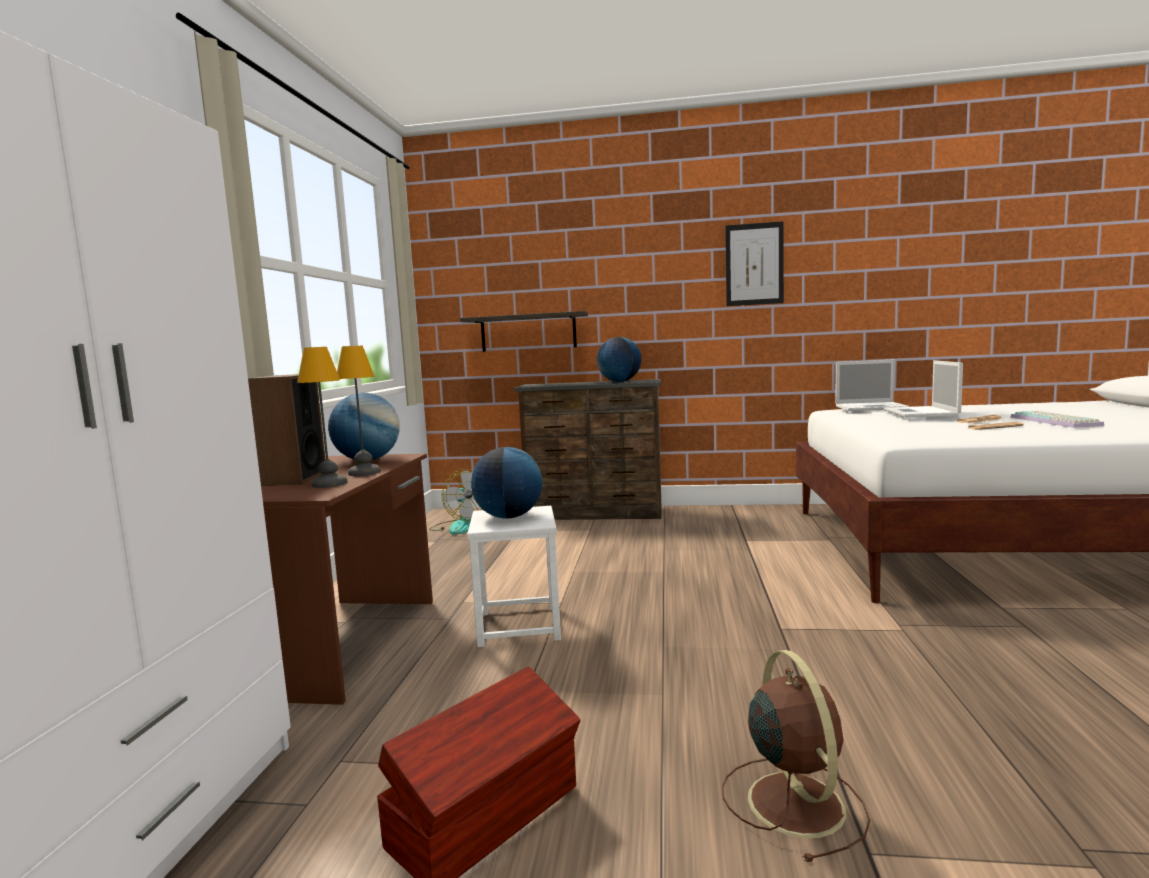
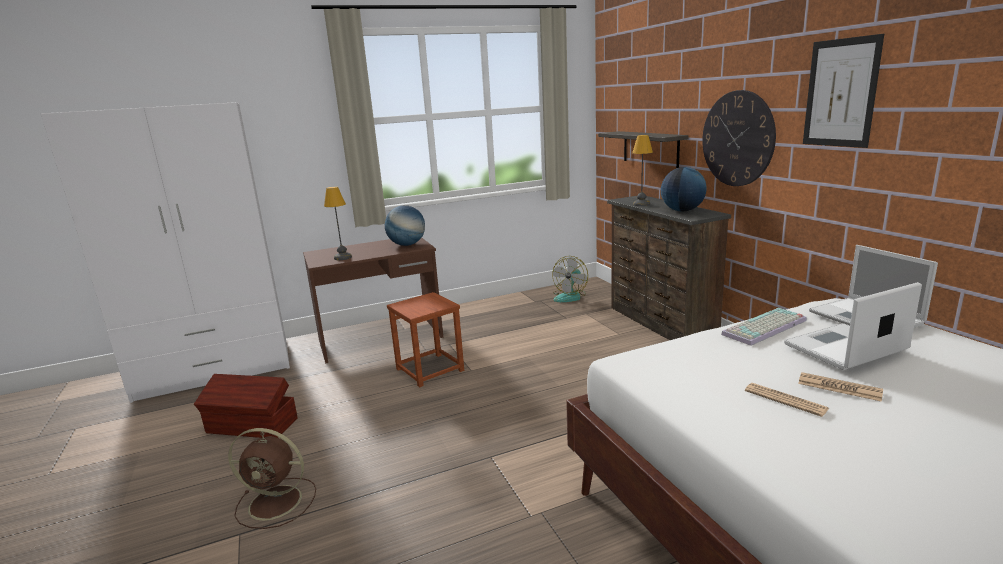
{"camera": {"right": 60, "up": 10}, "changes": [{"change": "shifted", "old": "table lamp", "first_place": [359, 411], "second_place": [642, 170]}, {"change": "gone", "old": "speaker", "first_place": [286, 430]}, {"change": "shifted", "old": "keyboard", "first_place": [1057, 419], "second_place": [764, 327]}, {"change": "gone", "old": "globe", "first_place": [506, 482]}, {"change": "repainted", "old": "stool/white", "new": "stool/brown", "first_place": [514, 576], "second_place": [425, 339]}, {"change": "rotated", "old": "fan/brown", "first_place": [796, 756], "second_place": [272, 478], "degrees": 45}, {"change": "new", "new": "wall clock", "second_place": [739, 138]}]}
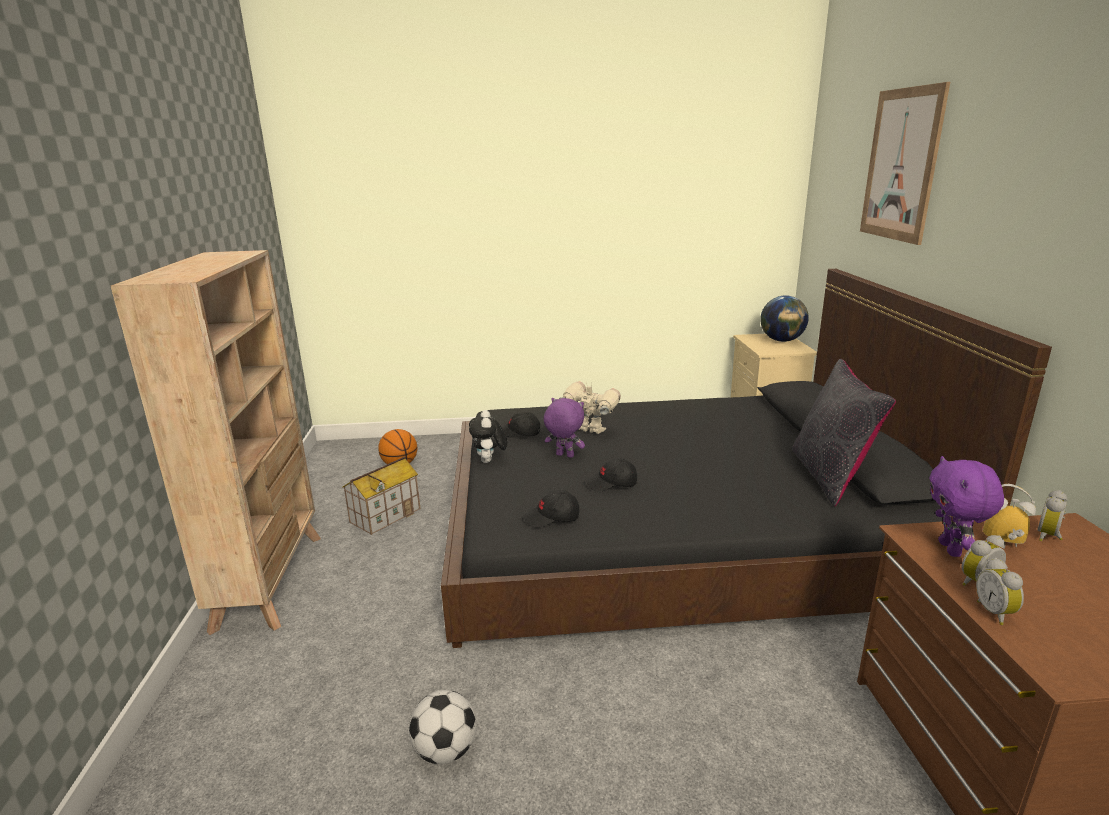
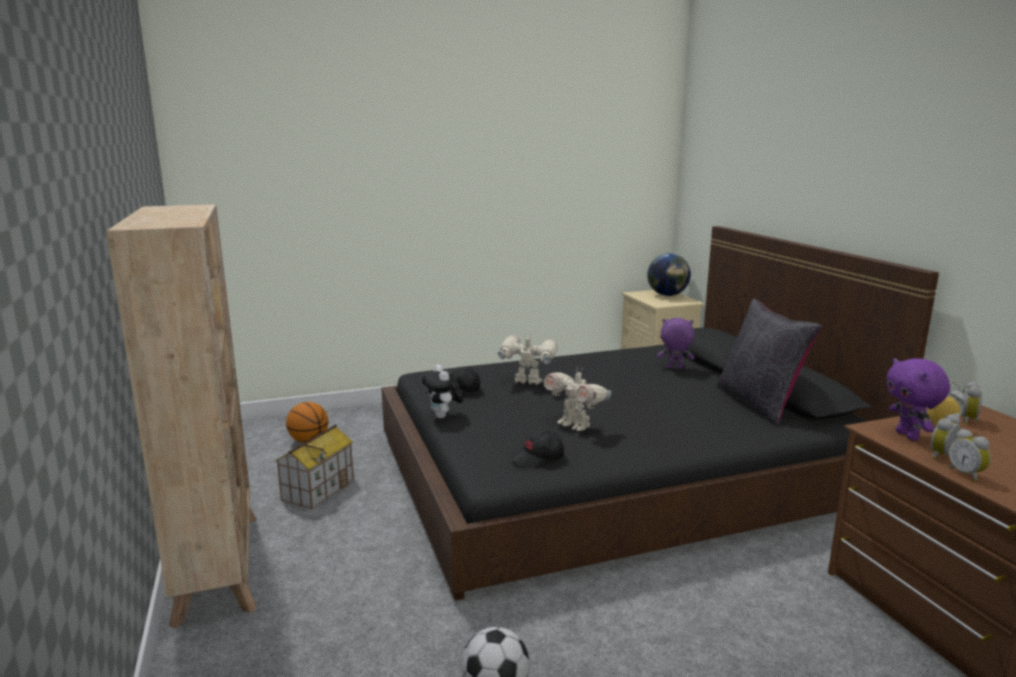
{"camera": {"right": -15, "up": -5}, "changes": [{"change": "gone", "old": "picture", "first_place": [905, 163]}, {"change": "shifted", "old": "plush toy/purple", "first_place": [564, 428], "second_place": [676, 343]}, {"change": "swapped", "old": "cap/black", "new": "toy robot", "first_place": [611, 475], "second_place": [577, 398]}]}
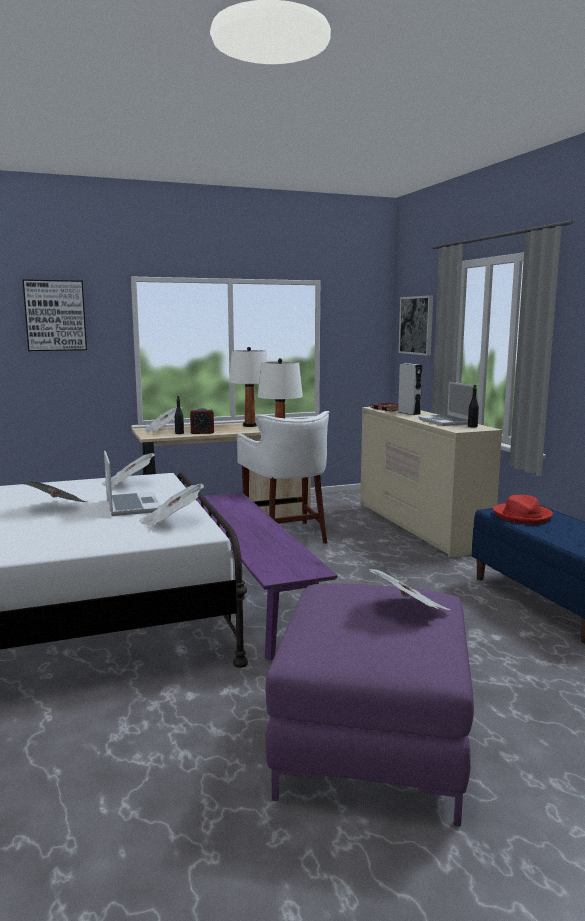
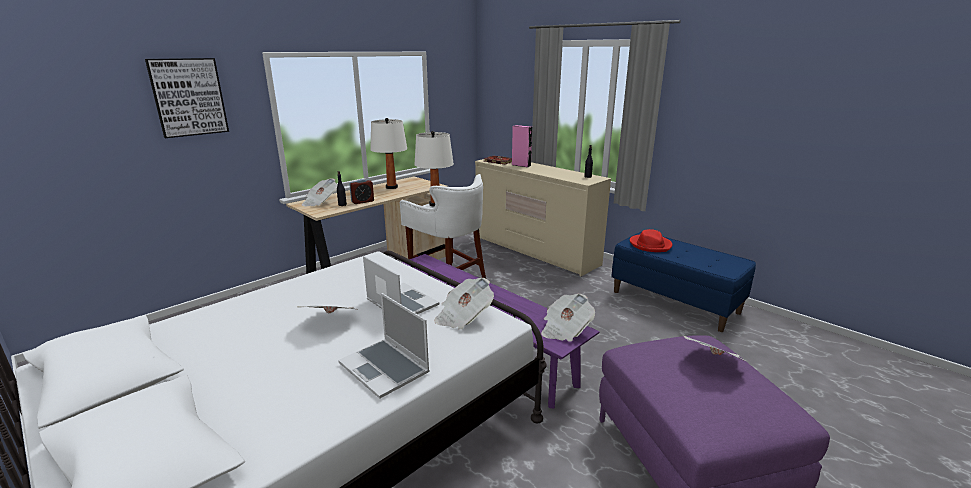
{"camera": {"right": -25, "up": 10}, "changes": [{"change": "gone", "old": "picture", "first_place": [415, 325]}, {"change": "repainted", "old": "speaker/grey", "new": "speaker/pink", "first_place": [410, 389], "second_place": [522, 146]}, {"change": "shifted", "old": "laptop", "first_place": [446, 404], "second_place": [384, 346]}, {"change": "shifted", "old": "newspaper", "first_place": [128, 470], "second_place": [568, 318]}]}
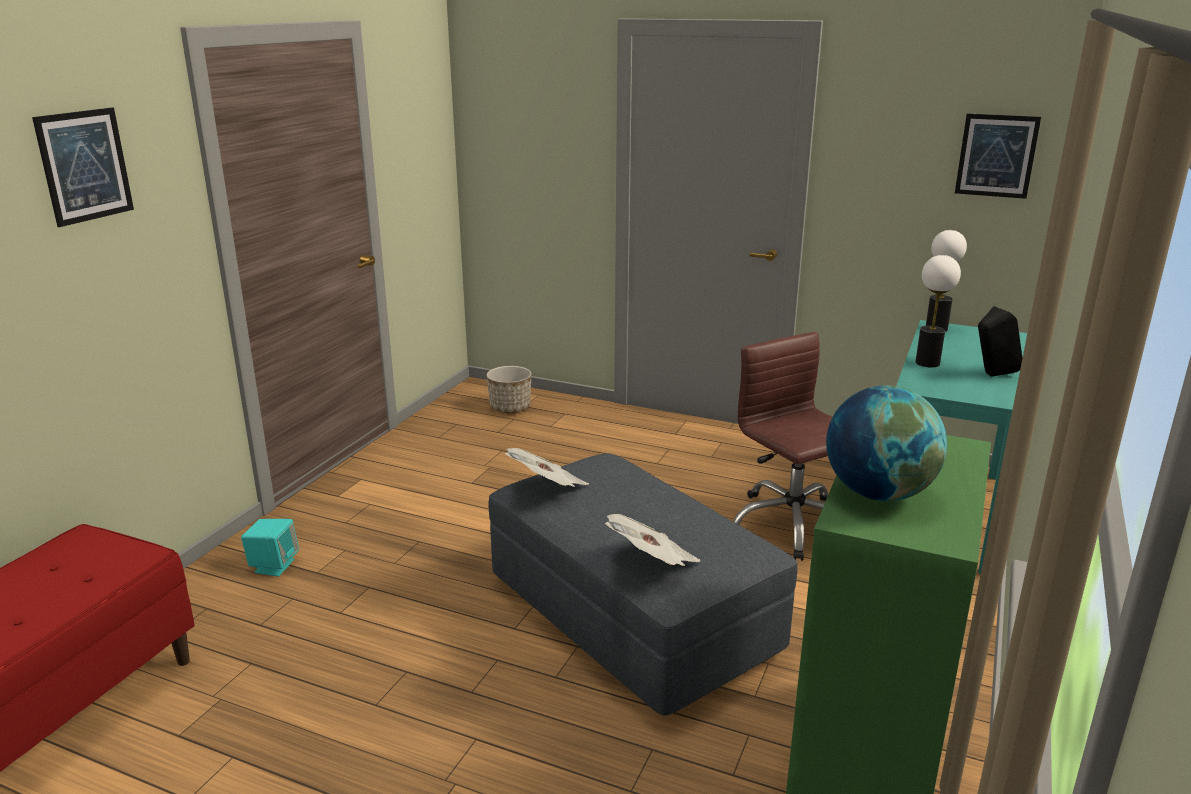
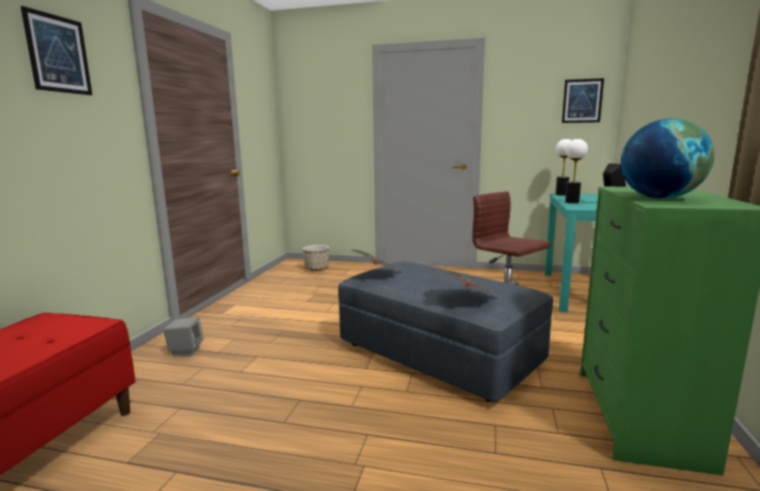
{"camera": {"right": -10, "up": -10}, "changes": [{"change": "repainted", "old": "speaker/turquoise", "new": "speaker/grey", "first_place": [270, 547], "second_place": [184, 337]}]}
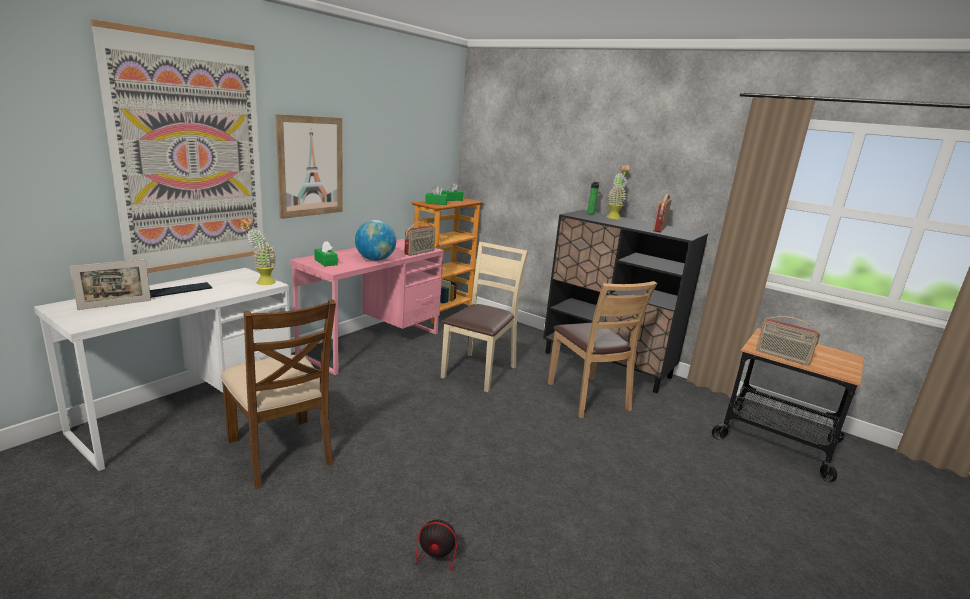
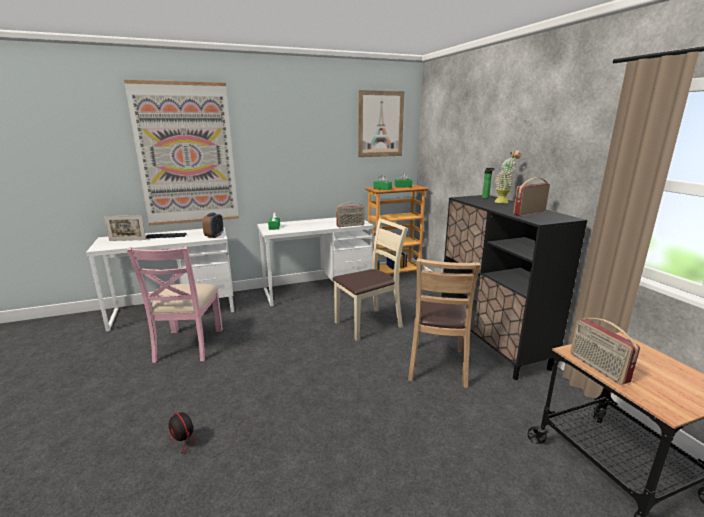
{"camera": {"right": 35, "up": 0}, "changes": [{"change": "shifted", "old": "picture", "first_place": [309, 166], "second_place": [381, 123]}, {"change": "swapped", "old": "potted plant", "new": "alarm clock", "first_place": [257, 252], "second_place": [213, 225]}, {"change": "gone", "old": "globe", "first_place": [375, 240]}, {"change": "repainted", "old": "desk/pink", "new": "desk/white", "first_place": [367, 307], "second_place": [315, 261]}, {"change": "repainted", "old": "chair/brown", "new": "chair/pink", "first_place": [278, 394], "second_place": [175, 304]}]}
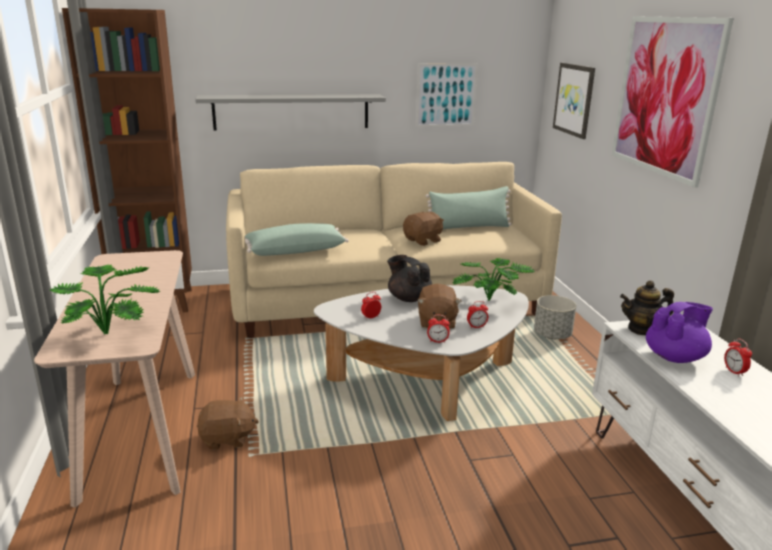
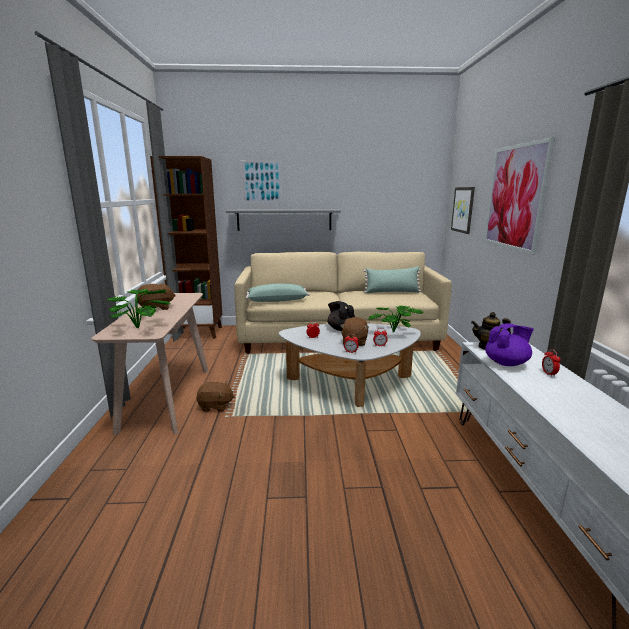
{"camera": {"right": 10, "up": -5}, "changes": [{"change": "shifted", "old": "picture", "first_place": [447, 95], "second_place": [262, 181]}, {"change": "shifted", "old": "plush toy/brown", "first_place": [423, 228], "second_place": [156, 297]}, {"change": "gone", "old": "planter/grey", "first_place": [555, 317]}]}
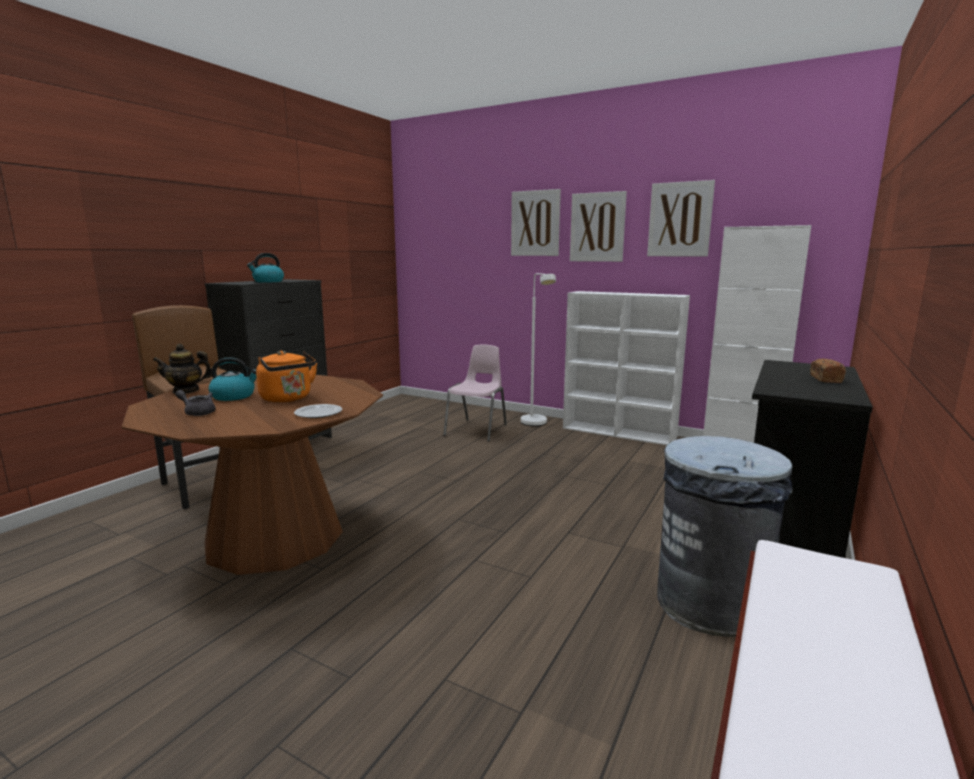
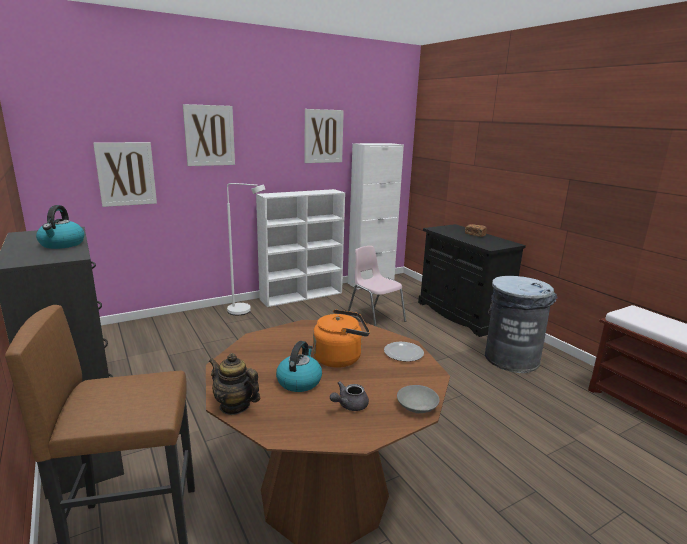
{"camera": {"right": -60, "up": 5}, "changes": [{"change": "shifted", "old": "picture", "first_place": [598, 226], "second_place": [125, 174]}, {"change": "rotated", "old": "teapot", "first_place": [182, 369], "second_place": [234, 384], "degrees": 105}, {"change": "shifted", "old": "chair/pink", "first_place": [475, 393], "second_place": [377, 286]}, {"change": "new", "new": "bowl/grey", "second_place": [418, 399]}]}
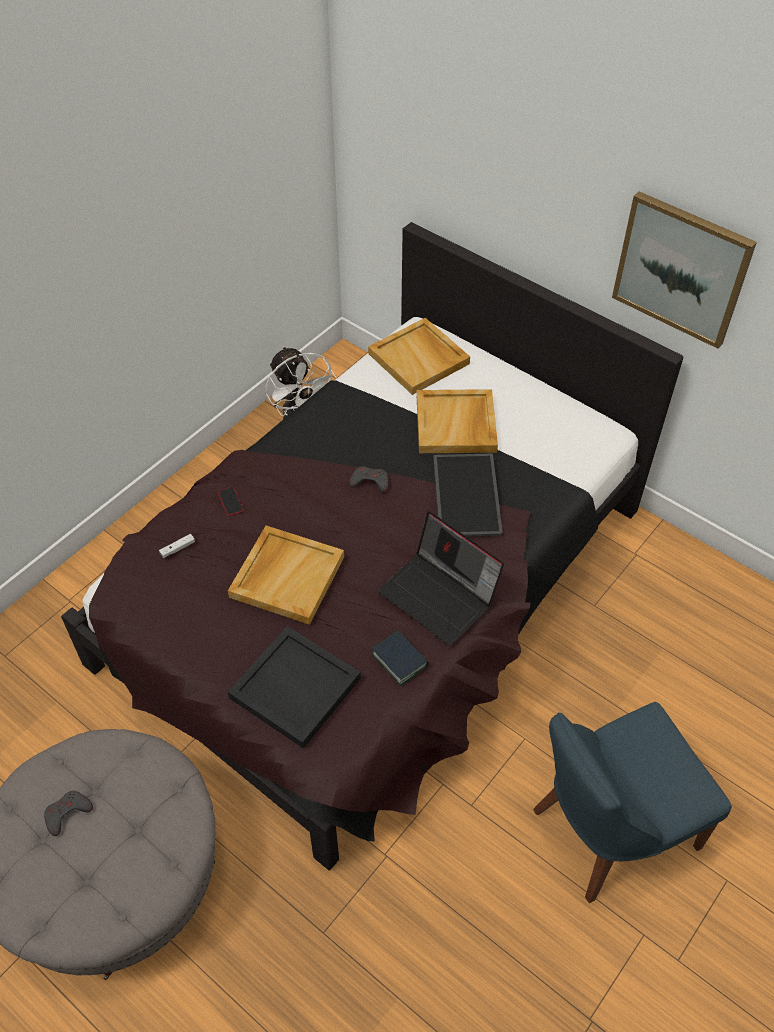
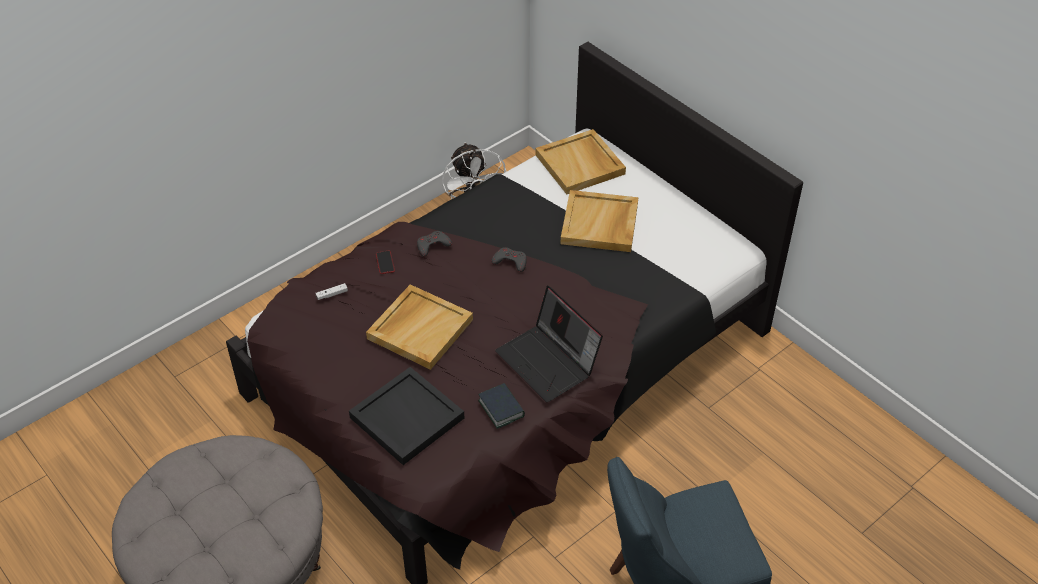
{"camera": {"right": 10, "up": -5}, "changes": [{"change": "gone", "old": "picture", "first_place": [684, 270]}, {"change": "gone", "old": "tray", "first_place": [468, 495]}, {"change": "shifted", "old": "game controller/grey", "first_place": [68, 813], "second_place": [434, 244]}]}
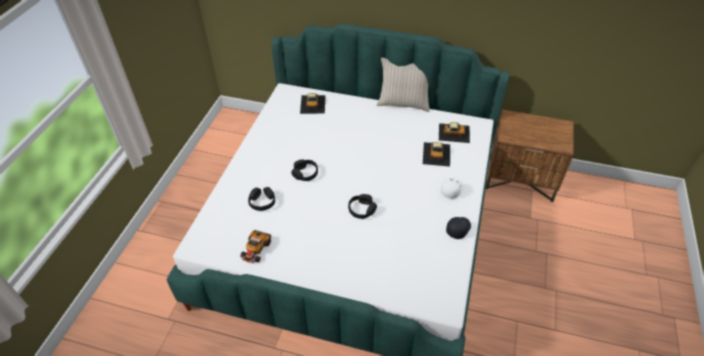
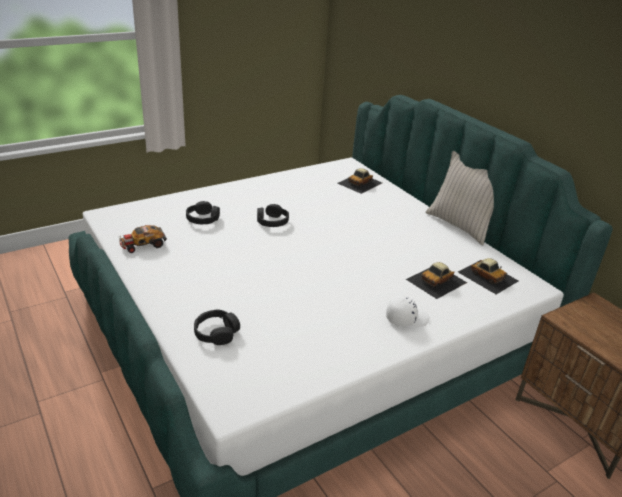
{"camera": {"right": 40, "up": -15}, "changes": [{"change": "shifted", "old": "headphones/black", "first_place": [362, 206], "second_place": [217, 327]}, {"change": "gone", "old": "cap/black", "first_place": [458, 228]}]}
